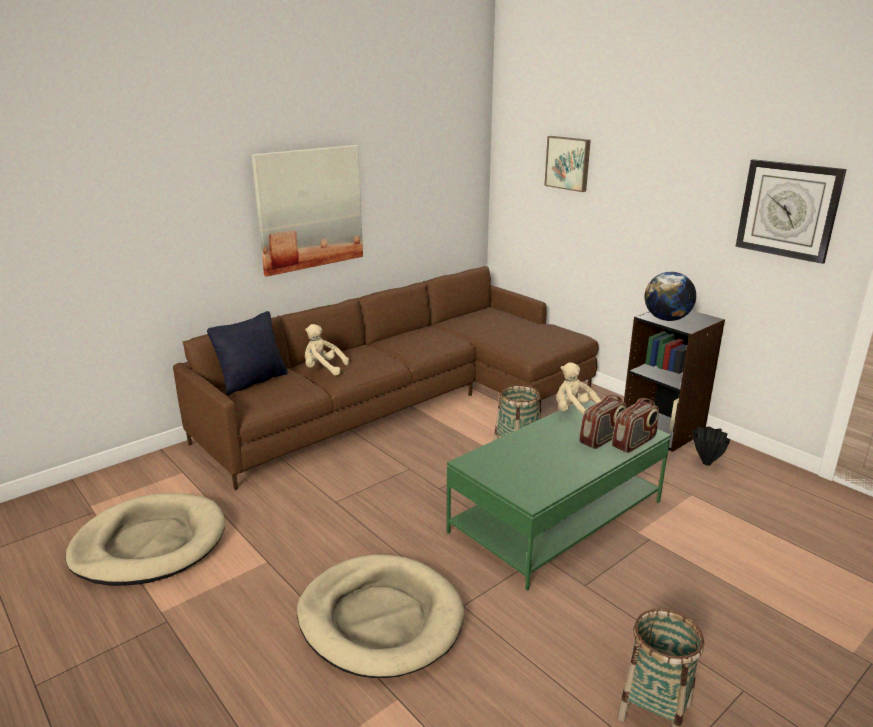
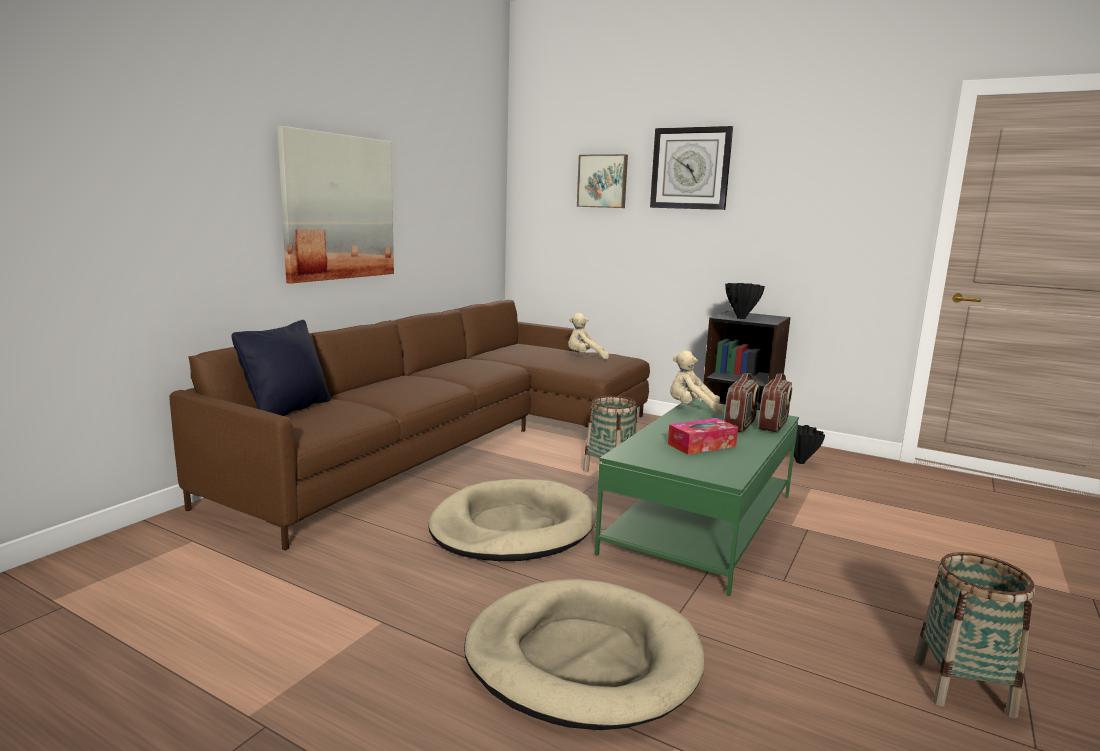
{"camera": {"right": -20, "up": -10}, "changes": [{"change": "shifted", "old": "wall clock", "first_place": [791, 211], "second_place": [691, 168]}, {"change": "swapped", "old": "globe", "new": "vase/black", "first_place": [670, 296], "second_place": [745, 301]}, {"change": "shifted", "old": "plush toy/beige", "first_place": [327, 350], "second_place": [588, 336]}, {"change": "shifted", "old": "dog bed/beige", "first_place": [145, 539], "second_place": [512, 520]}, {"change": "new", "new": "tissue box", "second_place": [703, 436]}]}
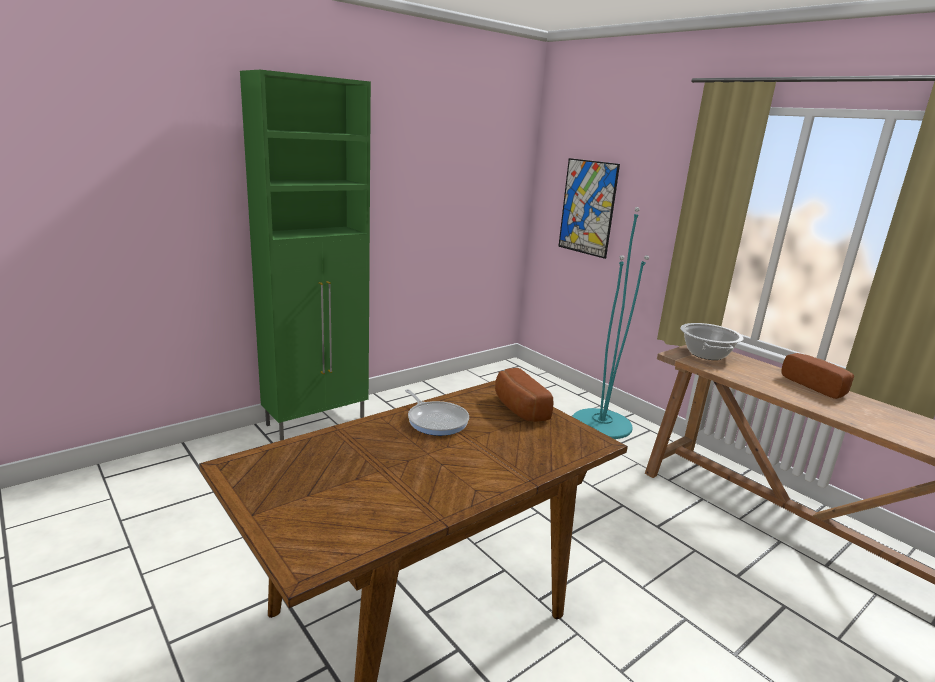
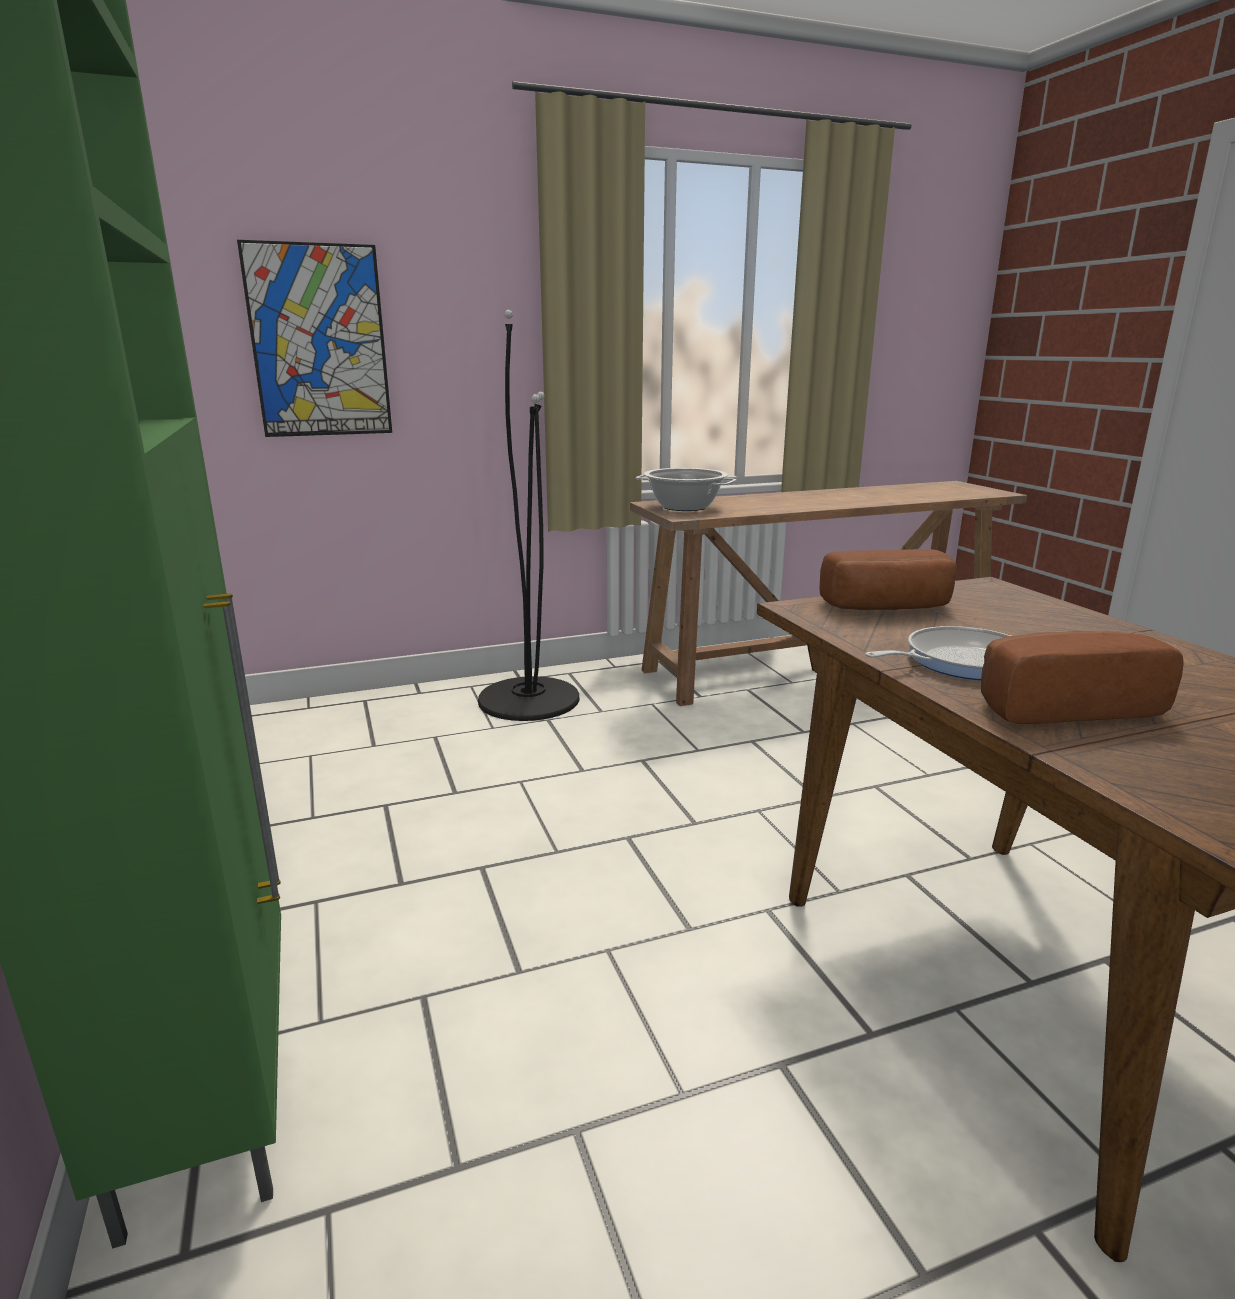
{"camera": {"right": -70, "up": 0}, "changes": [{"change": "repainted", "old": "floor lamp/turquoise", "new": "floor lamp/black", "first_place": [610, 323], "second_place": [528, 515]}, {"change": "shifted", "old": "bread", "first_place": [817, 376], "second_place": [1082, 677]}]}
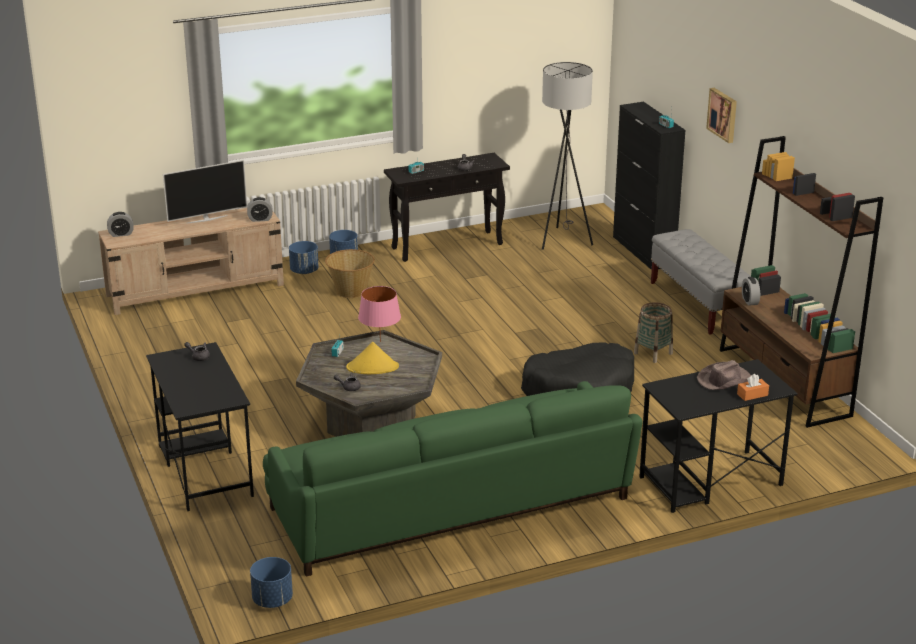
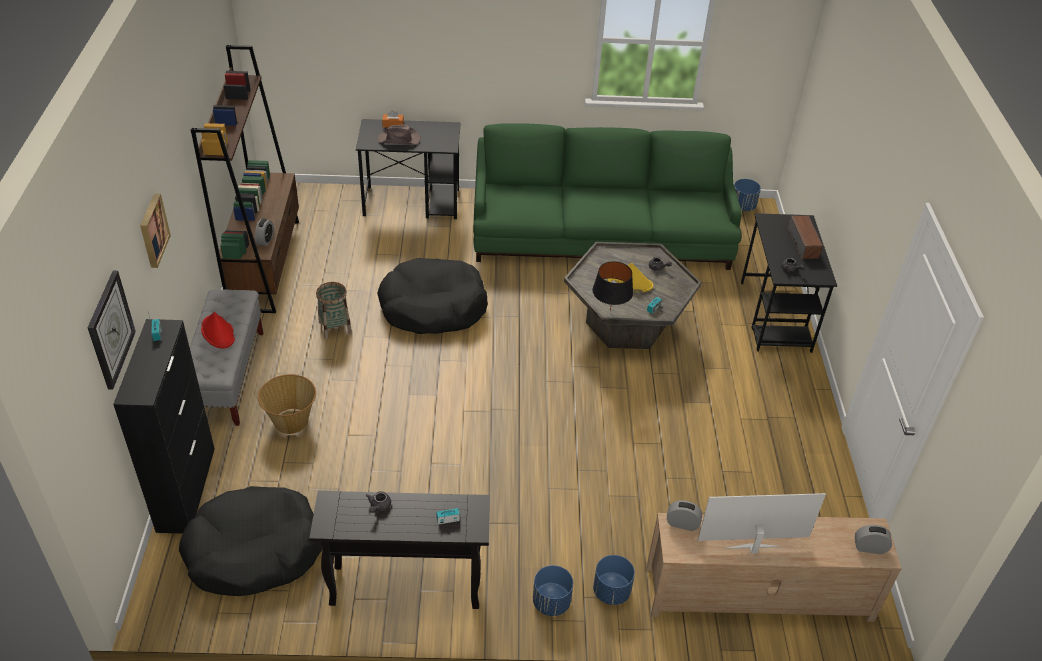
{"camera": {"right": -160, "up": 15}, "changes": [{"change": "swapped", "old": "floor lamp/grey", "new": "dog bed/black", "first_place": [567, 156], "second_place": [250, 541]}, {"change": "shifted", "old": "basket", "first_place": [350, 273], "second_place": [287, 404]}, {"change": "repainted", "old": "table lamp/pink", "new": "table lamp/black", "first_place": [379, 314], "second_place": [612, 286]}, {"change": "new", "new": "speaker", "second_place": [805, 237]}, {"change": "new", "new": "wall clock", "second_place": [112, 330]}, {"change": "new", "new": "hat/red", "second_place": [218, 330]}]}
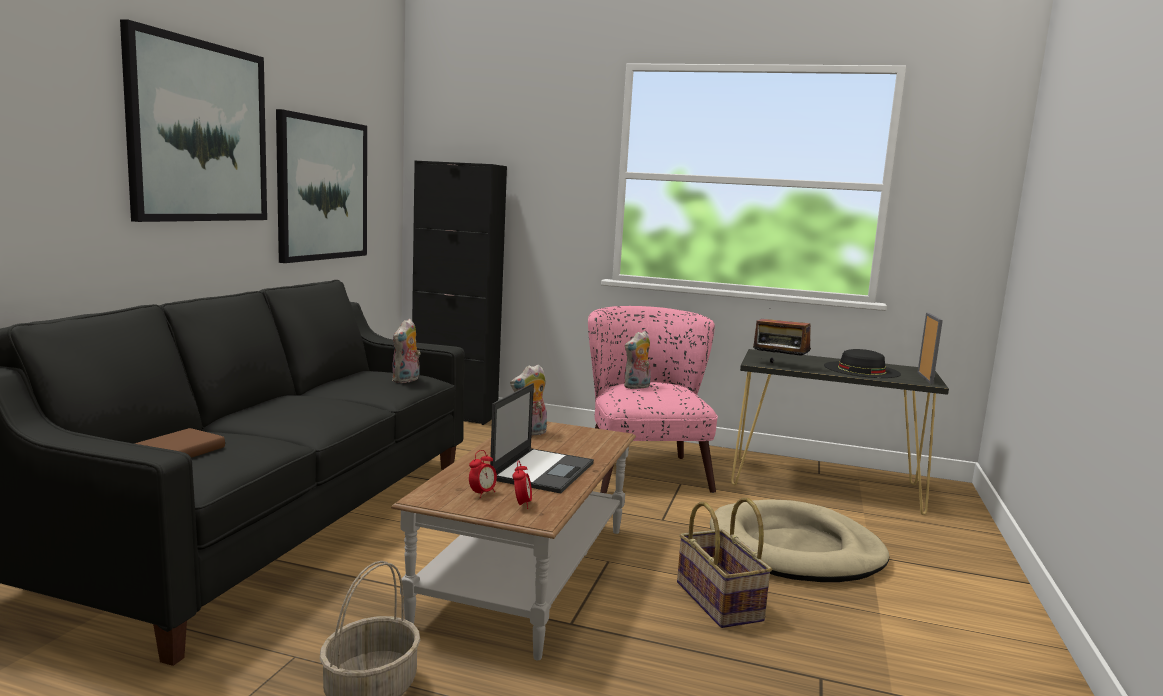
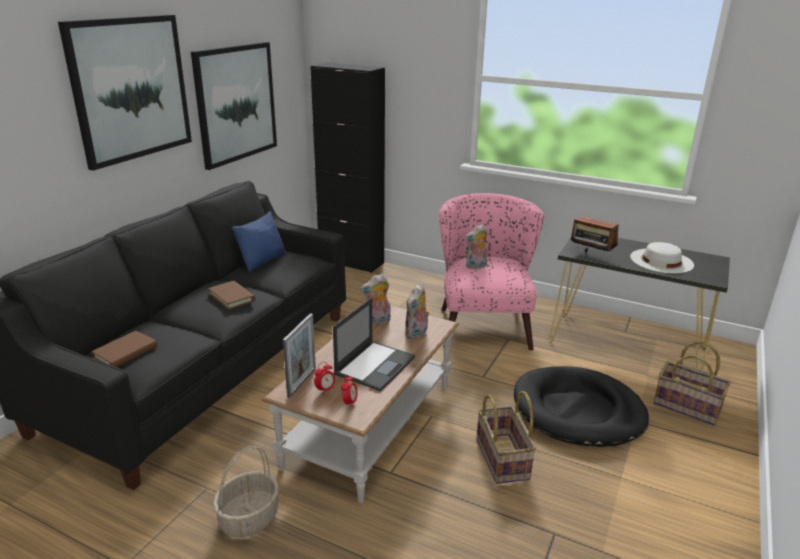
{"camera": {"right": 10, "up": 15}, "changes": [{"change": "shifted", "old": "picture frame", "first_place": [930, 348], "second_place": [299, 355]}, {"change": "shifted", "old": "plush toy", "first_place": [406, 351], "second_place": [417, 311]}, {"change": "repainted", "old": "hat/black", "new": "hat/white", "first_place": [862, 363], "second_place": [662, 257]}, {"change": "repainted", "old": "dog bed/beige", "new": "dog bed/black", "first_place": [799, 541], "second_place": [581, 406]}, {"change": "new", "new": "pillow/blue", "second_place": [259, 241]}, {"change": "new", "new": "book/brown", "second_place": [231, 295]}, {"change": "new", "new": "basket", "second_place": [692, 383]}]}
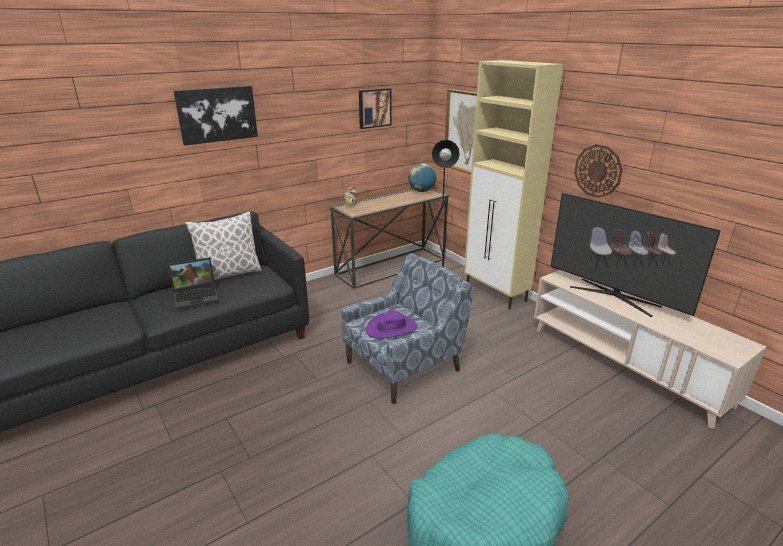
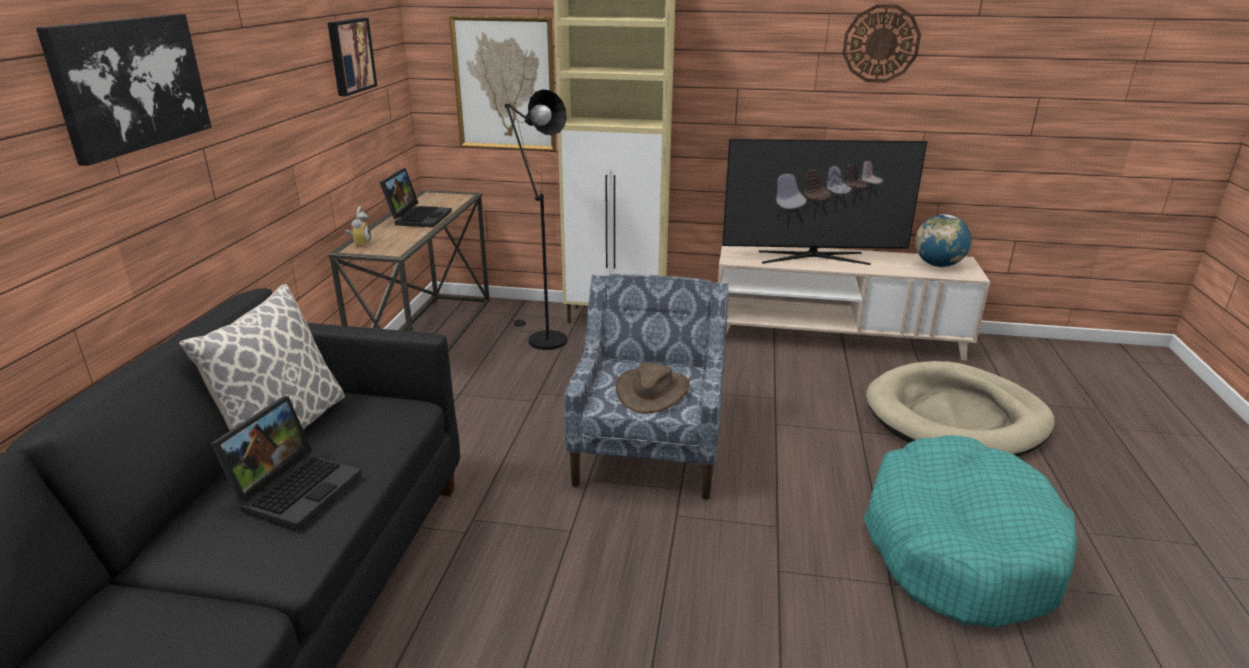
{"camera": {"right": -45, "up": 0}, "changes": [{"change": "shifted", "old": "wall clock", "first_place": [598, 171], "second_place": [881, 43]}, {"change": "shifted", "old": "globe", "first_place": [422, 177], "second_place": [943, 240]}, {"change": "repainted", "old": "hat/purple", "new": "hat/brown", "first_place": [391, 324], "second_place": [653, 388]}, {"change": "new", "new": "laptop", "second_place": [416, 197]}, {"change": "new", "new": "dog bed/beige", "second_place": [960, 409]}]}
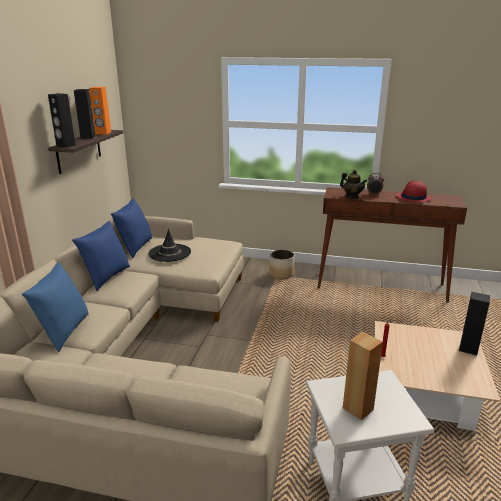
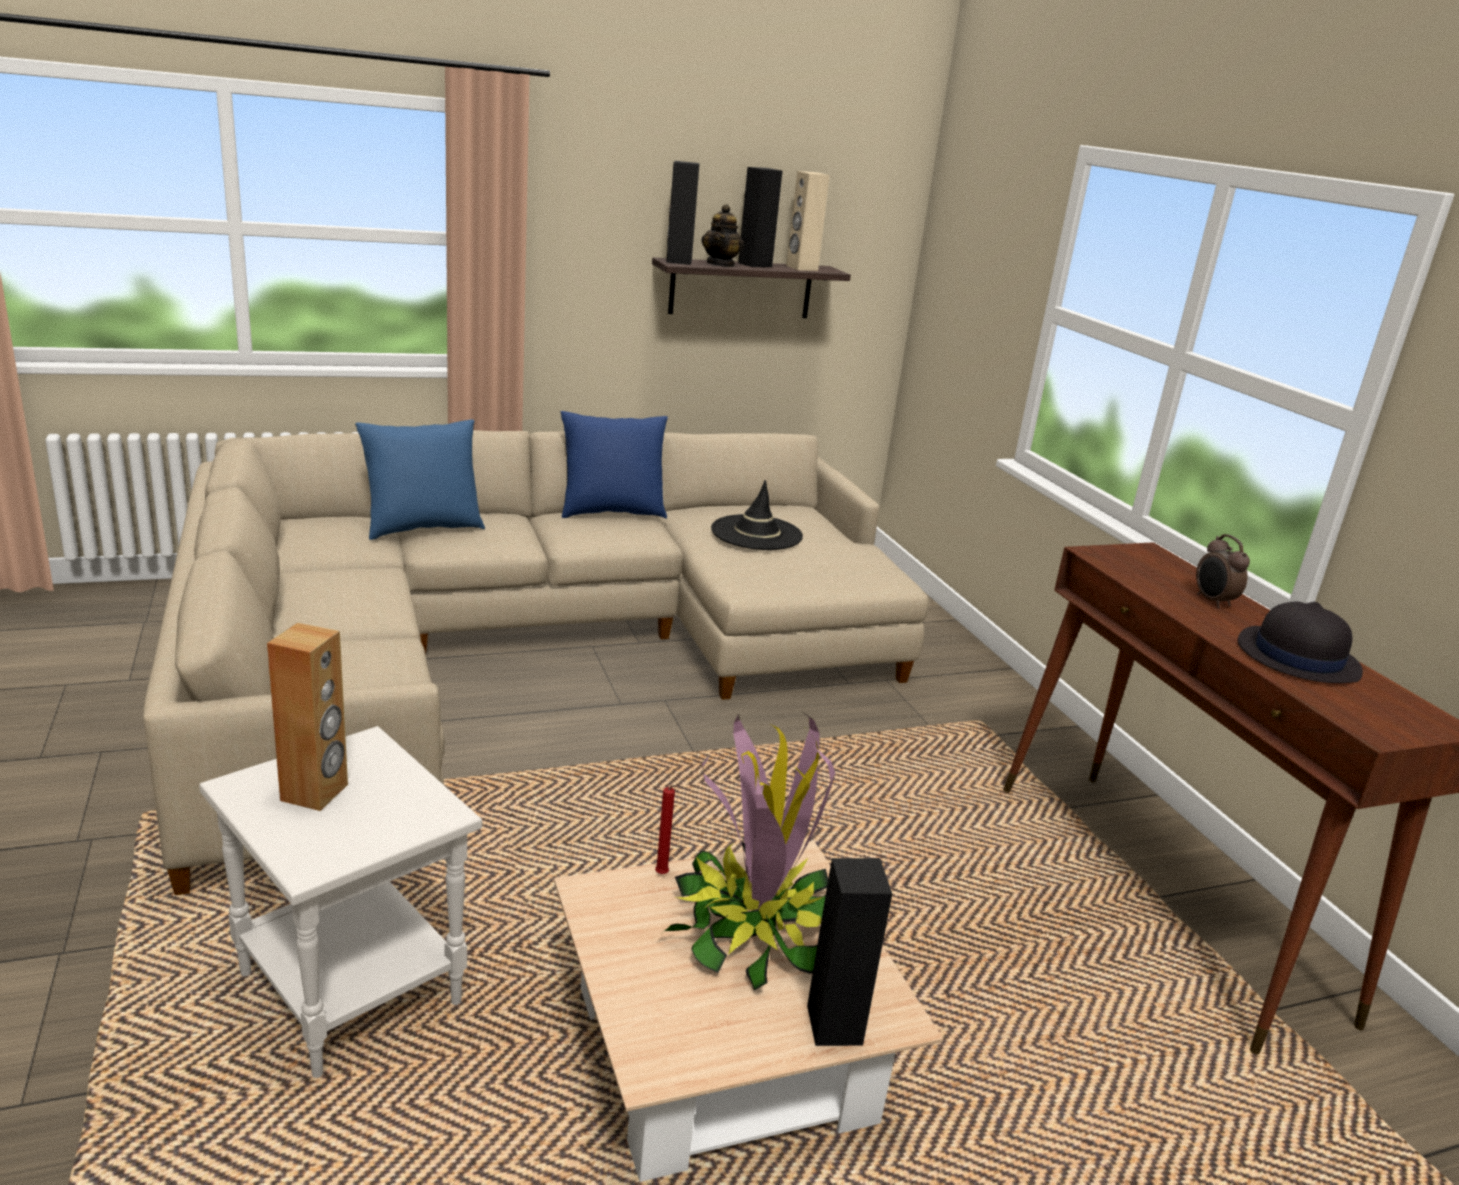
{"camera": {"right": 55, "up": 0}, "changes": [{"change": "repainted", "old": "speaker/orange", "new": "speaker/beige", "first_place": [100, 111], "second_place": [808, 221]}, {"change": "shifted", "old": "teapot", "first_place": [353, 184], "second_place": [722, 235]}, {"change": "repainted", "old": "hat/red", "new": "hat/black", "first_place": [413, 191], "second_place": [1300, 642]}, {"change": "gone", "old": "pillow/blue", "first_place": [131, 228]}, {"change": "gone", "old": "planter", "first_place": [282, 264]}, {"change": "new", "new": "potted plant", "second_place": [747, 850]}]}
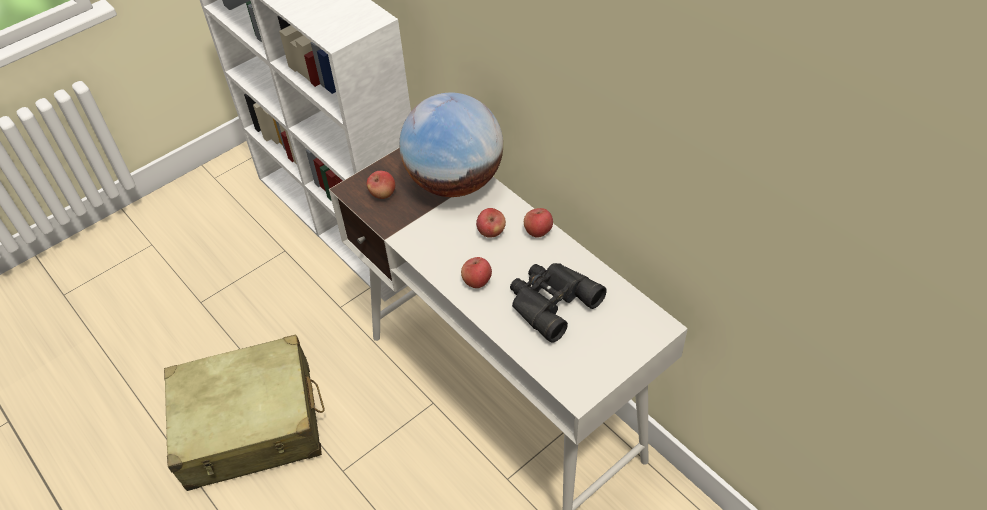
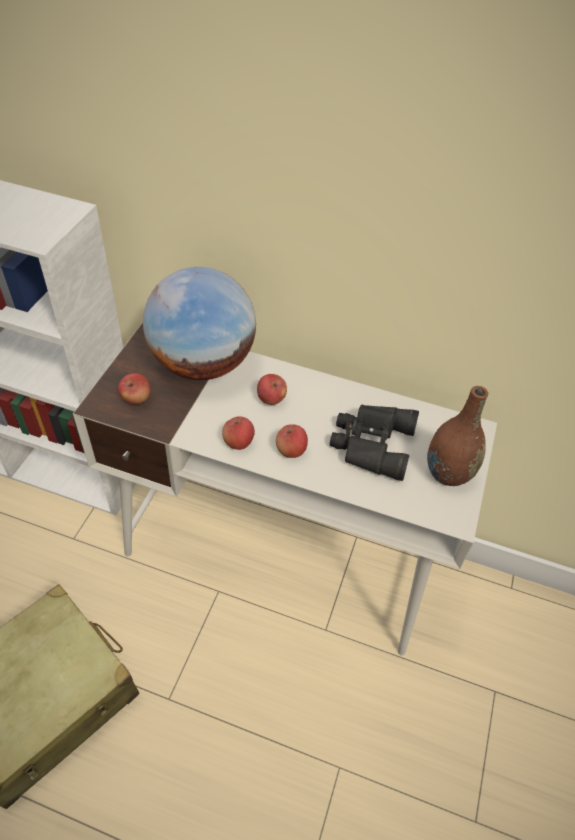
{"camera": {"right": -35, "up": 0}, "changes": [{"change": "shifted", "old": "apple", "first_place": [538, 223], "second_place": [238, 433]}, {"change": "new", "new": "vase/brown", "second_place": [457, 436]}]}
